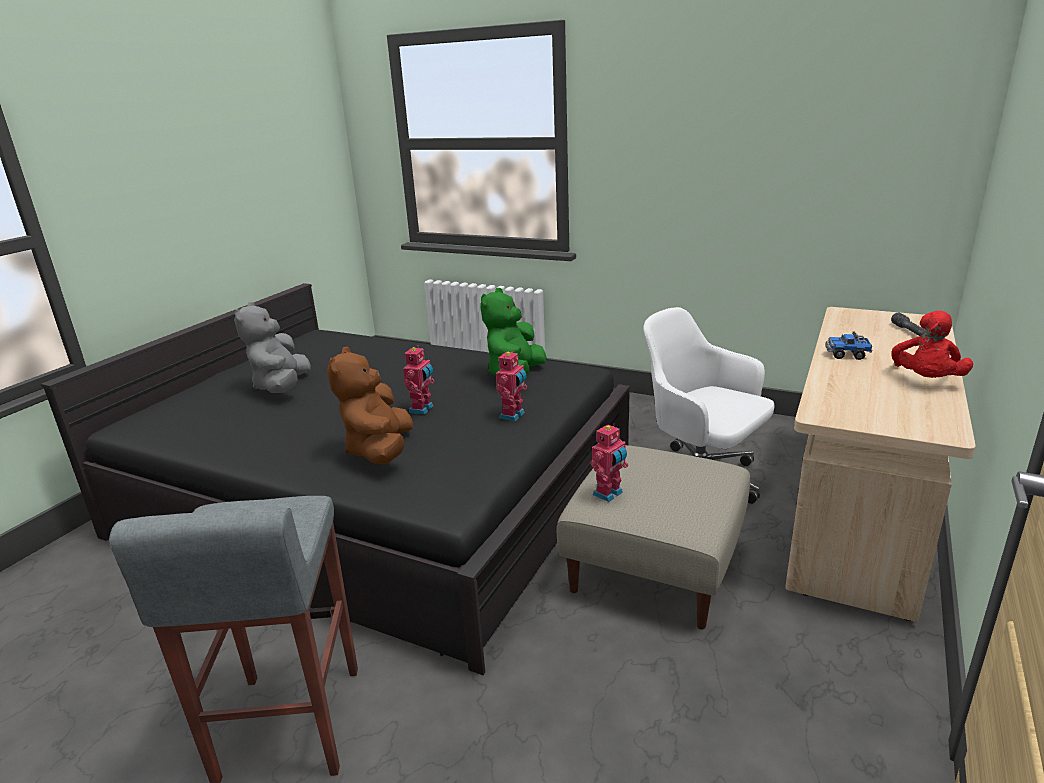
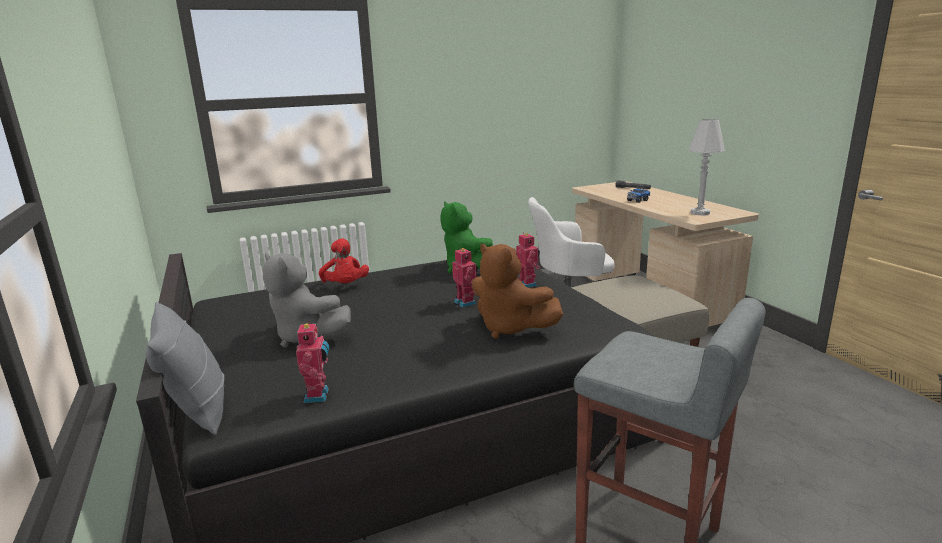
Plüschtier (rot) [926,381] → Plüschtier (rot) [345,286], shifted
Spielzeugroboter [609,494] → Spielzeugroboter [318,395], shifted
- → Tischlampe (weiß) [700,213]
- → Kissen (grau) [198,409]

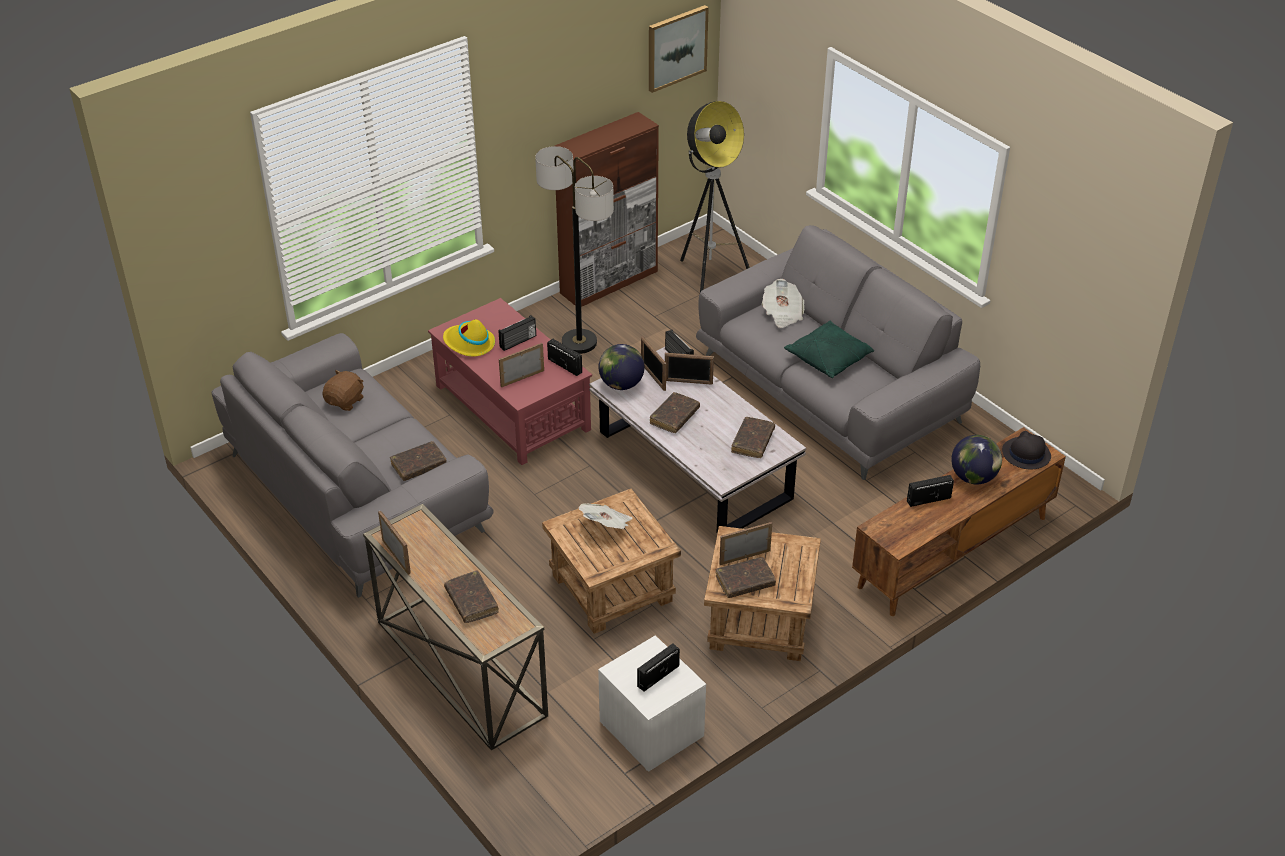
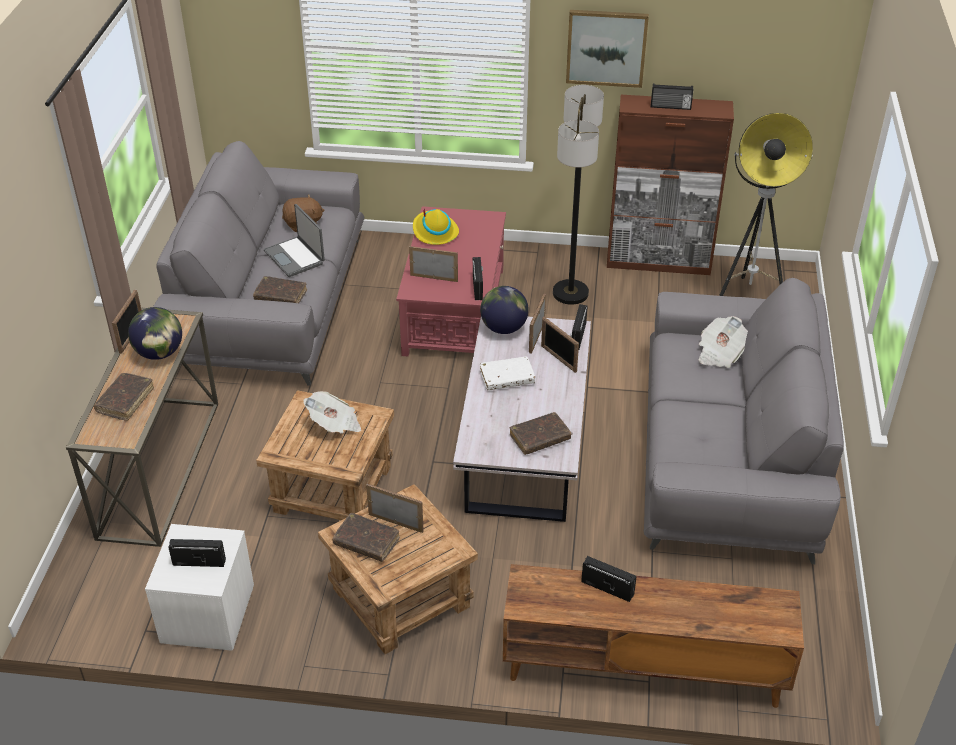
Bild [676,48] → Bild [606,47], shifted
Radio [518,342] → Radio [670,107], shifted
Kissen (grün) [829,358] → -
Buch (braun) [674,417] → Buch (weiß) [507,378]
Hut (schwarz) [1026,454] → -
Globus [973,477] → Globus [159,353], shifted
- → Laptop [295,257]

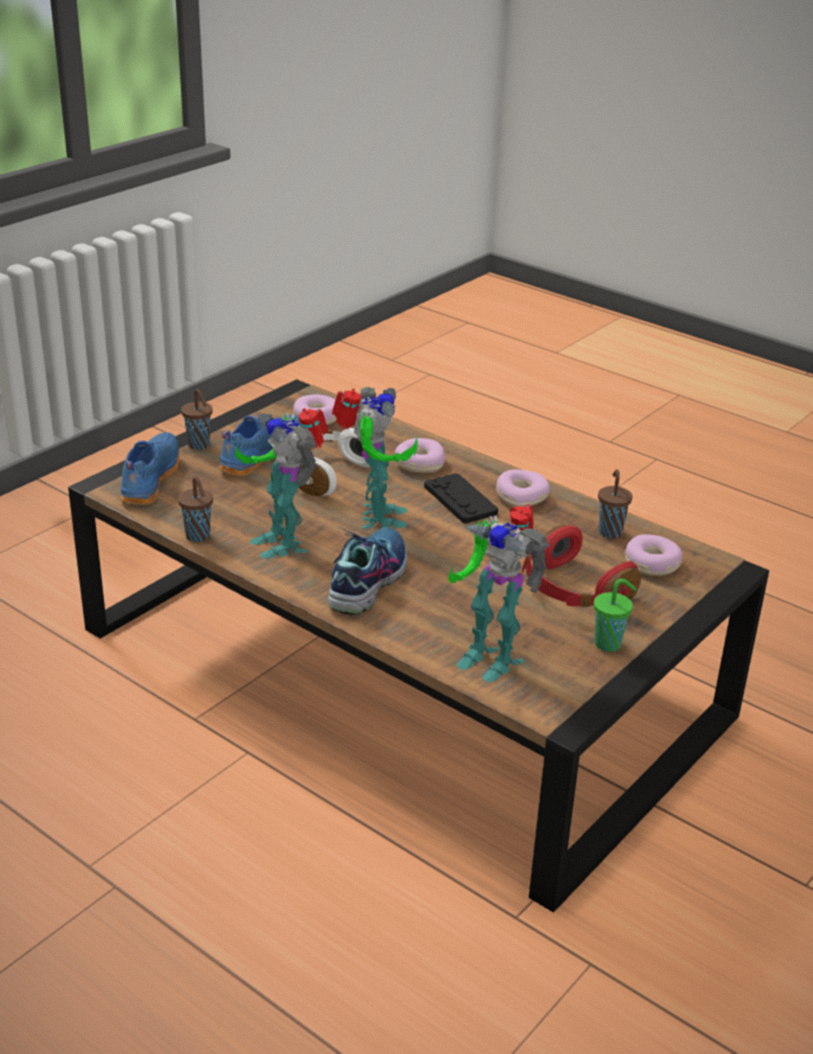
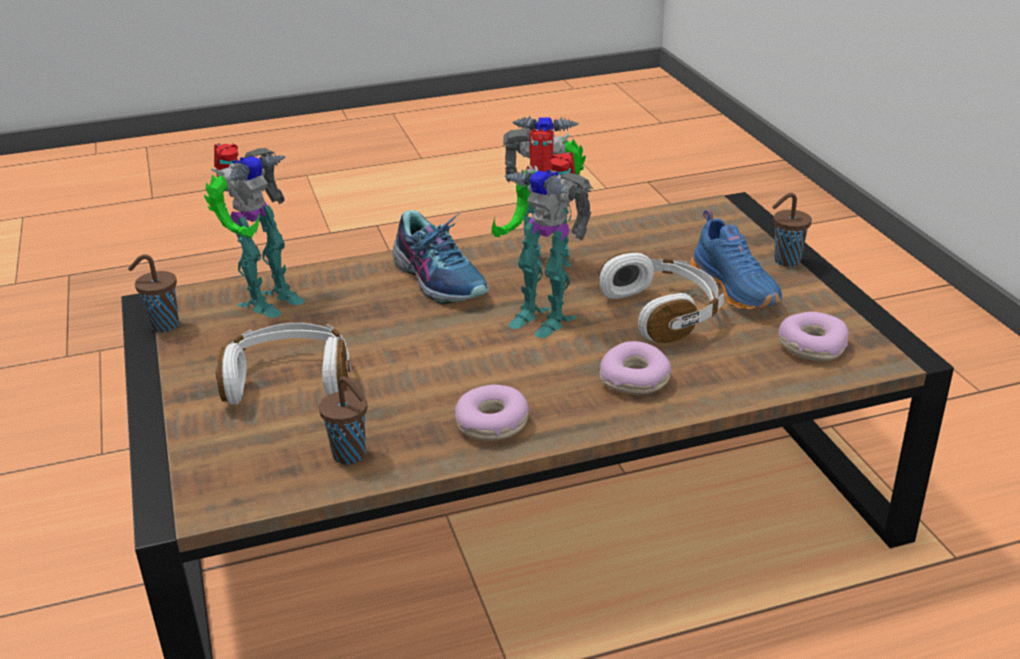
Schuh (blau) [148,480] → -
Gamepad (schwarz) [460,500] → -
Tasse (braun) [198,537] → Tasse (braun) [163,326], shifted
Spielzeugroboter [490,656] → Spielzeugroboter [265,299], 150 degrees clockwise
Kopfhörer (rot) [572,590] → Kopfhörer (weiß) [289,380]
Donut [652,564] → -
Tasse (grün) [609,644] → -

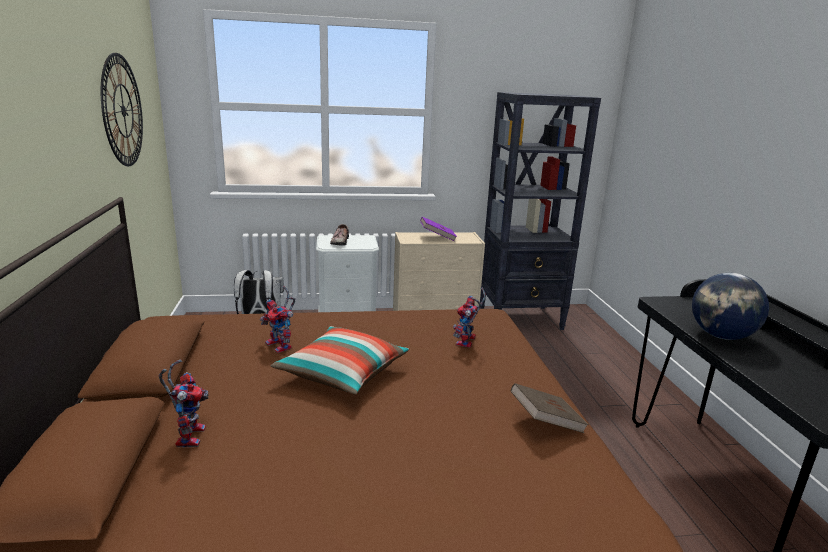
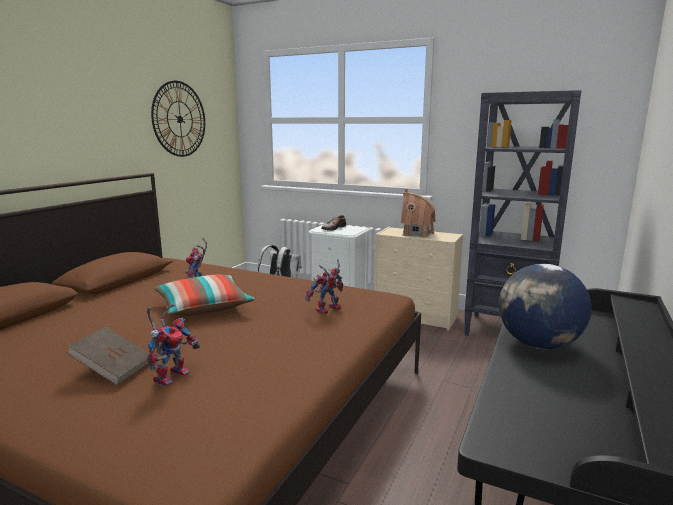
Buch (lila) [437,237] → Spielzeughaus [417,234]
Spielzeugroboter [188,434] → Spielzeugroboter [172,375], shifted
Buch (braun) [546,422] → Buch (braun) [113,369], shifted

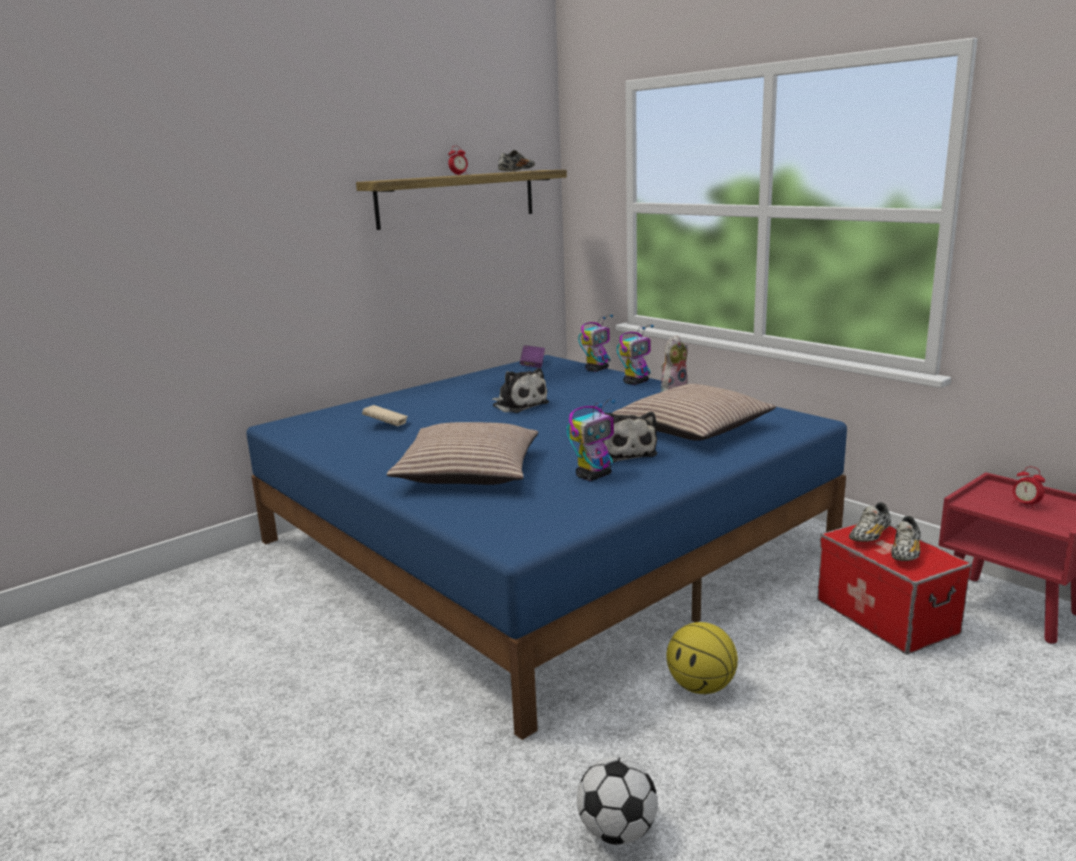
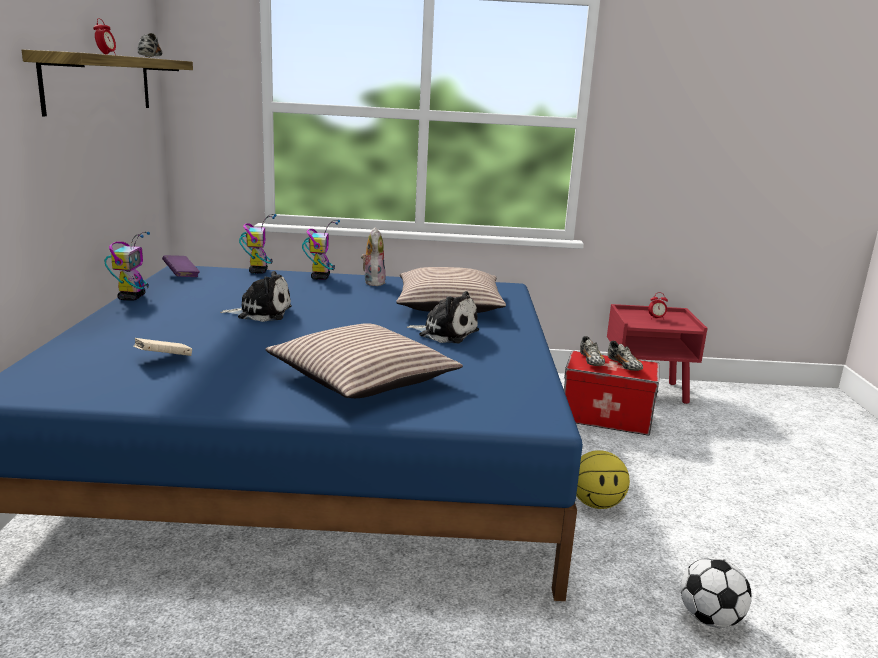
Spielzeugroboter [594,476] → Spielzeugroboter [132,297], shifted

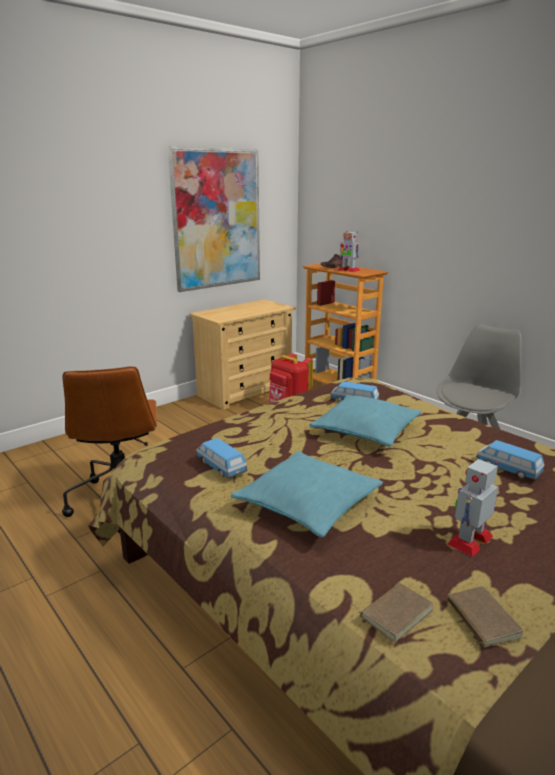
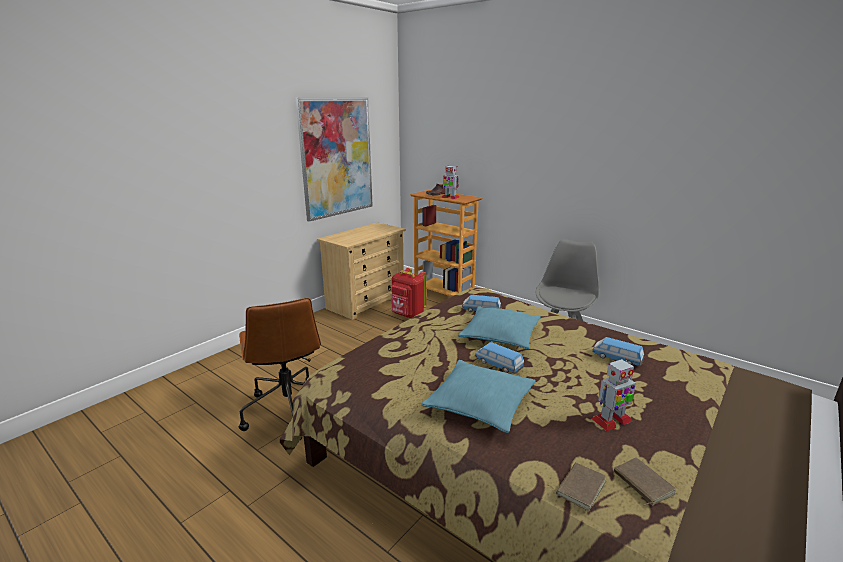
Spielzeugauto [221,466] → Spielzeugauto [498,364], shifted
Spielzeugroboter [470,540] → Spielzeugroboter [611,420], 150 degrees counterclockwise

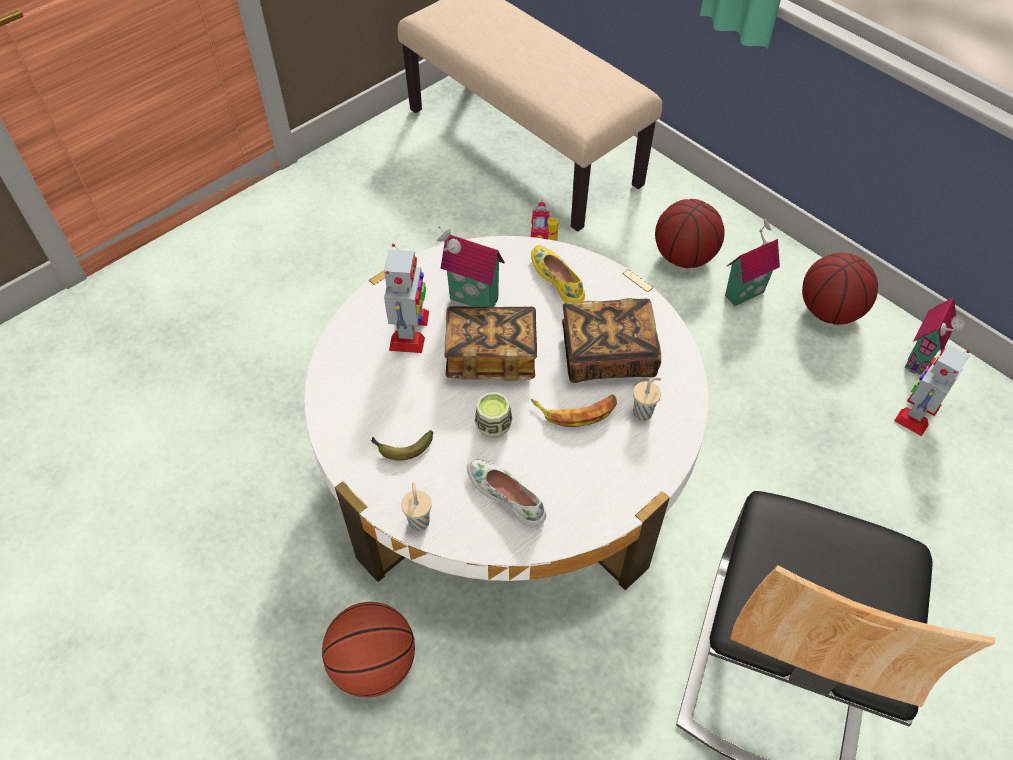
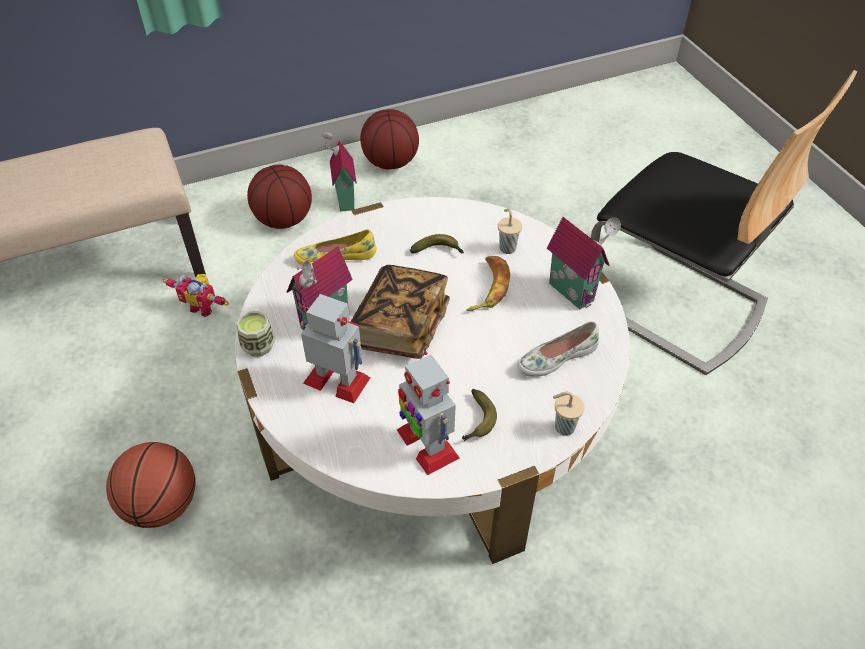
Spielzeughaus [921,359] → Spielzeughaus [574,290], shifted
Buch [607,355] → Banane [439,251]
Spielzeugroboter [917,412] → Spielzeugroboter [426,443], shifted
Tasse [493,426] → Tasse [258,346], shifted
Basketball [374,664] → Basketball [162,505], shifted

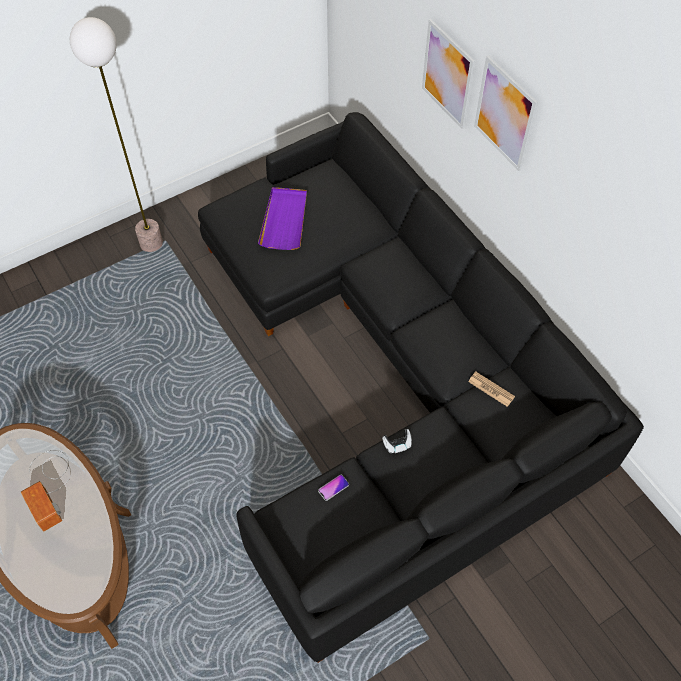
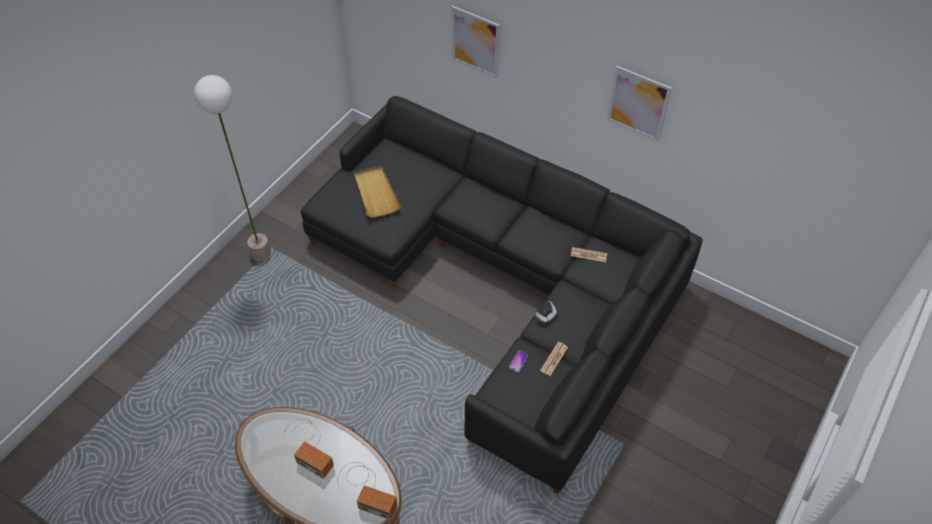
Bild [504,114] → Bild [638,103], shifted
Tablett (lila) [284,220] → Tablett (beige) [376,193]
- → Zeitung [554,359]
- → Radio [366,489]

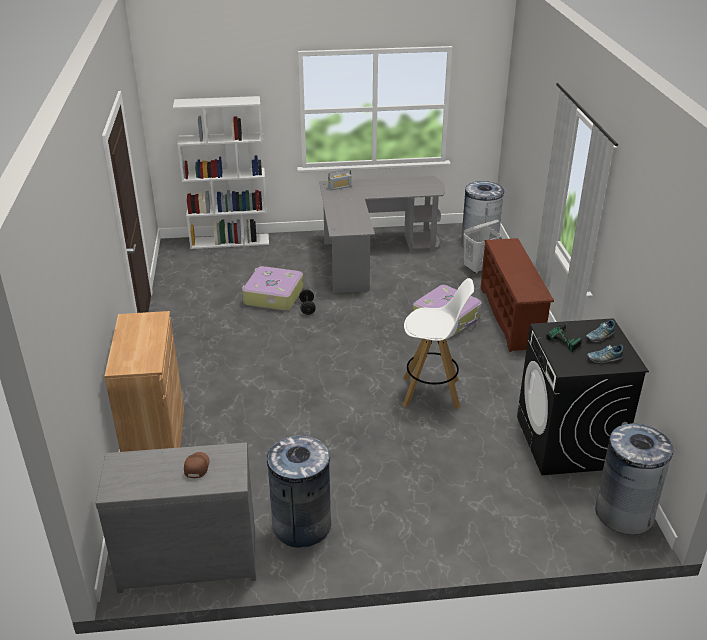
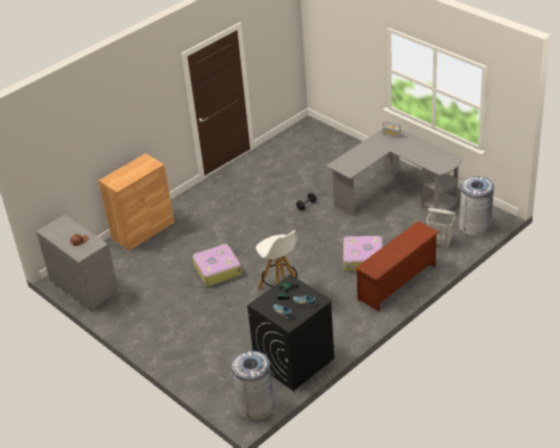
Bücherregal (weiß) [230,241] → -
Koffer [273,296] → Koffer [217,270], shifted
Mülleimer (grau) [301,525] → -

